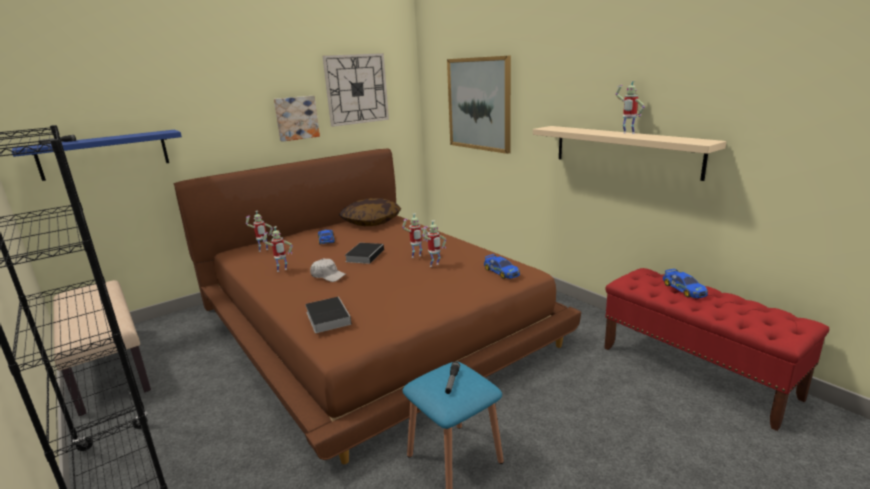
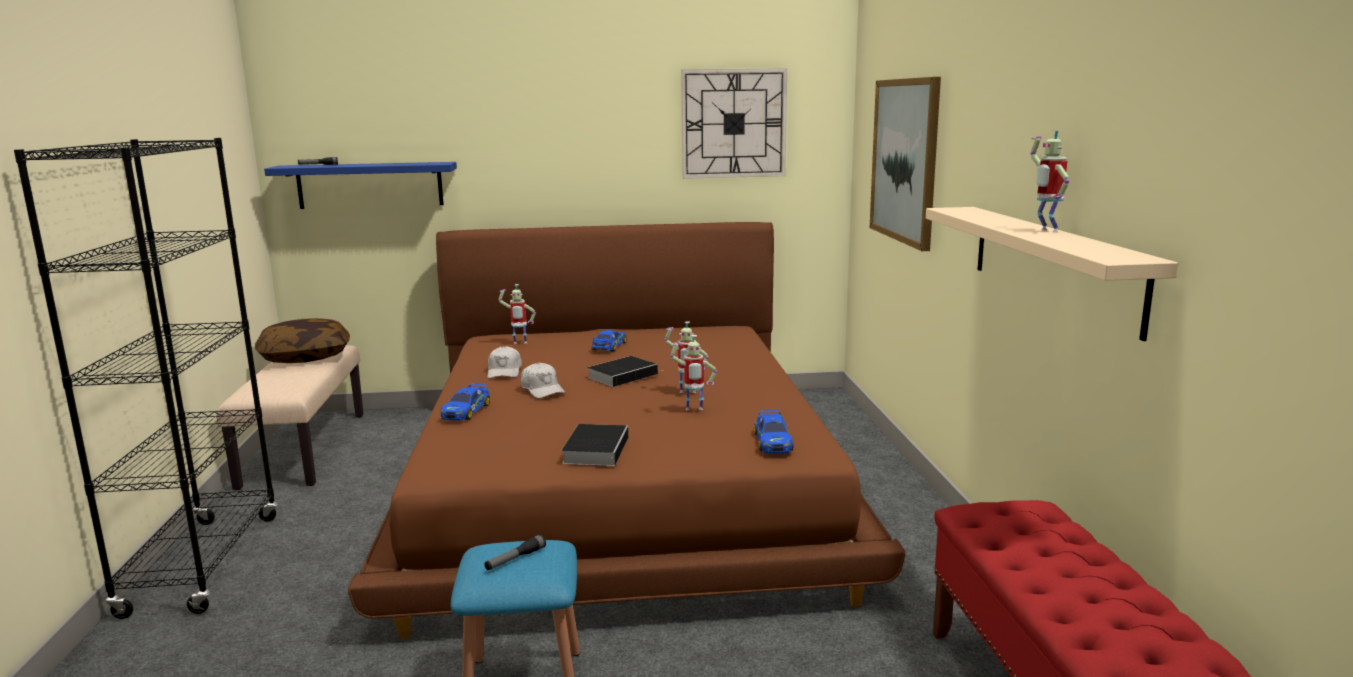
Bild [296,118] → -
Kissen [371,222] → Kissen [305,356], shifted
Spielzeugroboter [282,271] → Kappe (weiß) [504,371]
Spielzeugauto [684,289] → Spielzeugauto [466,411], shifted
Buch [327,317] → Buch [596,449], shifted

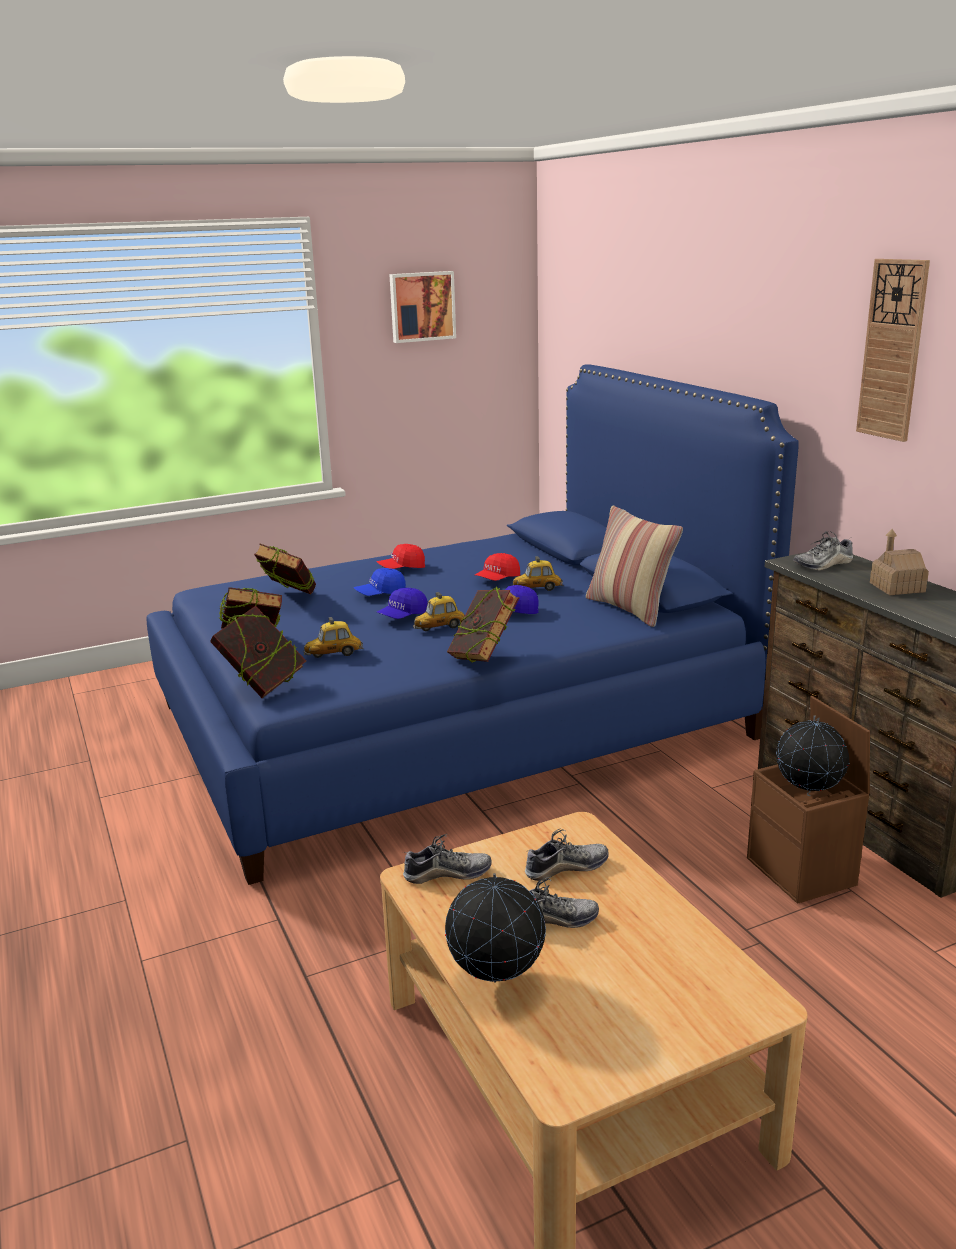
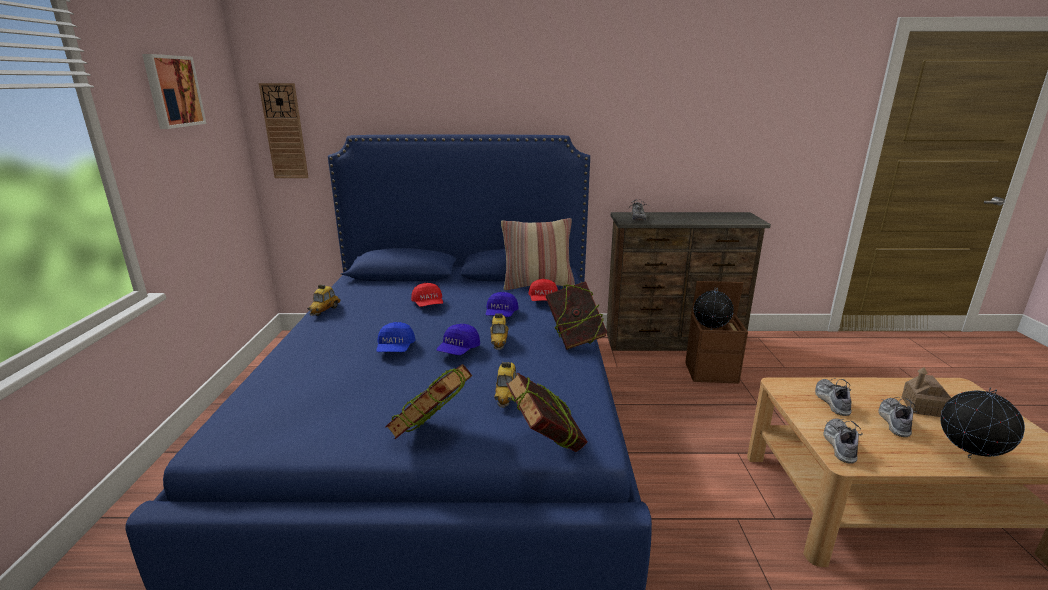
Wanduhr [892,350] → Wanduhr [284,131], shifted
Spielzeughaus [896,587] → Spielzeughaus [923,407], shifted
Buch [288,599] → -
Kappe (rot) [402,568] → Kappe (rot) [543,300], shifted
Spielzeugauto [537,589] → Spielzeugauto [325,311], shifted
Kappe (blau) [403,616] → Kappe (blau) [458,350], 45 degrees clockwise

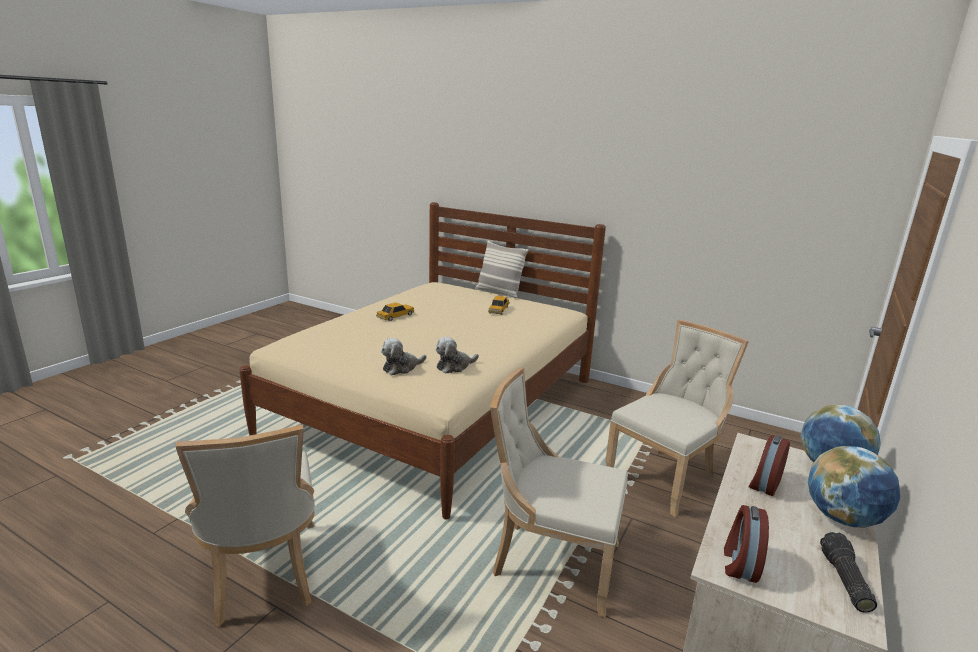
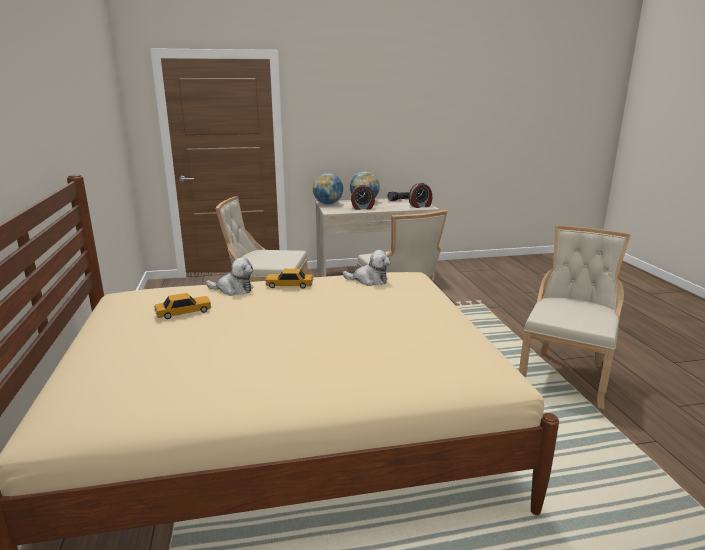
Kissen [499,292] → -
Spielzeugauto [395,316] → Spielzeugauto [289,285], shifted
Plüschtier [401,368] → Plüschtier [233,289], shifted

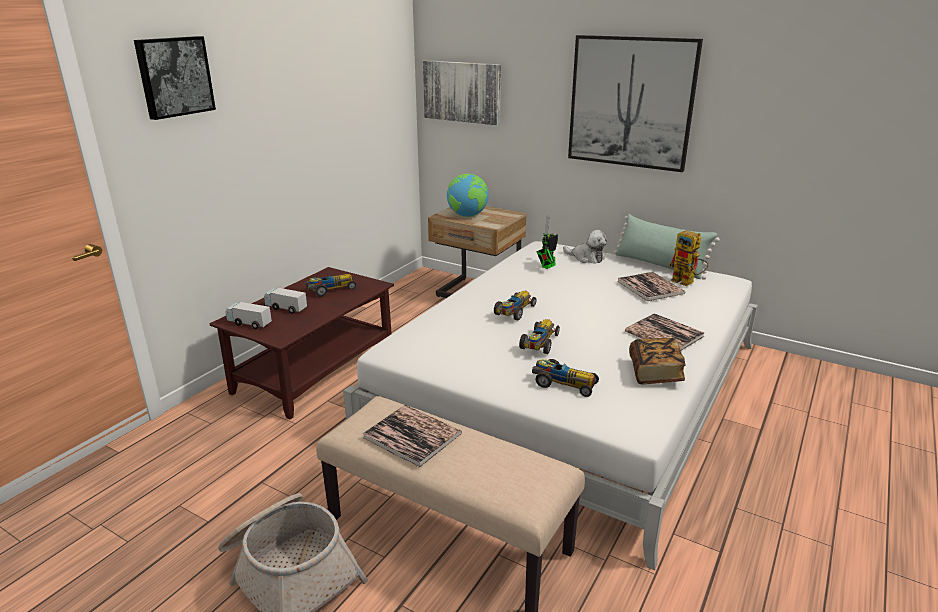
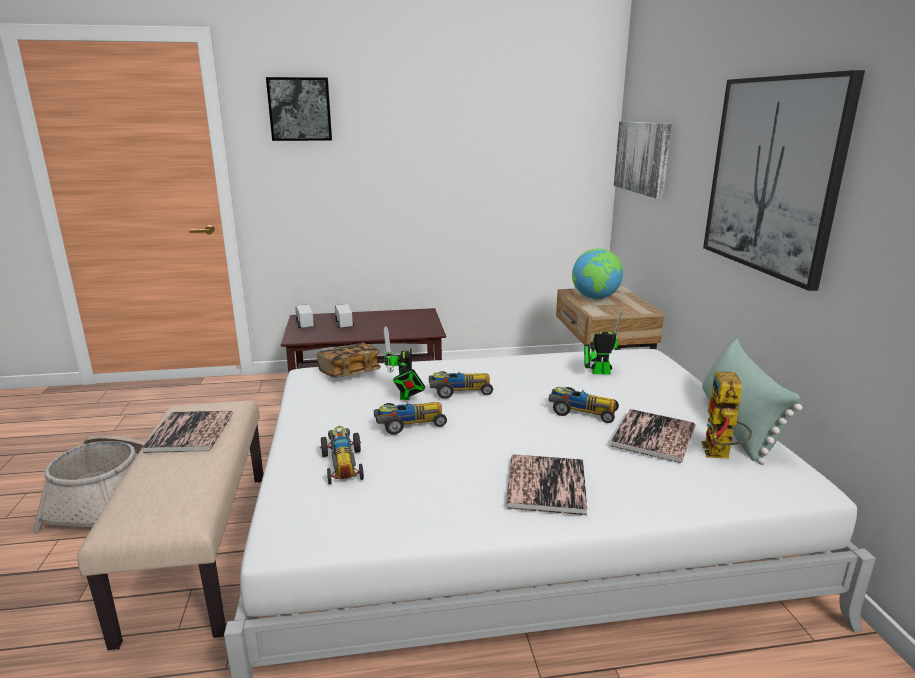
Plüschtier [586,258] → -
Spielzeugauto [330,290] → Spielzeugauto [581,411], shifted
Buch [655,373] → Buch [349,372], shifted
- → Spielzeugroboter [405,397]

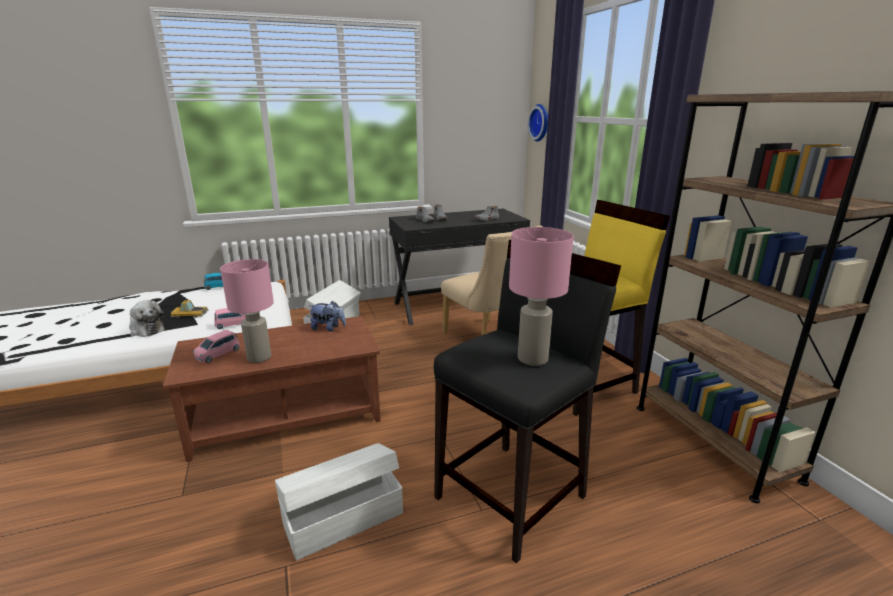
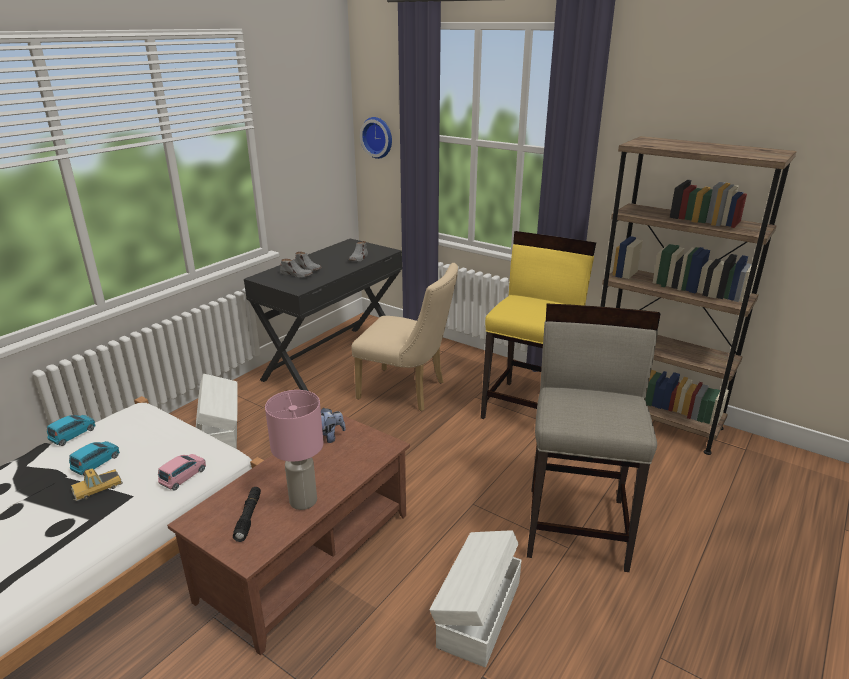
Tischlampe (rosa) [532,358] → -
Hocker (schwarz) [512,496] → Hocker (beige) [577,526]
Plüschtier [146,329] → -
Spielzeugauto (rosa) [218,354] → Taschenlampe (schwarz) [248,517]
- → Spielzeugauto (blau) [96,463]

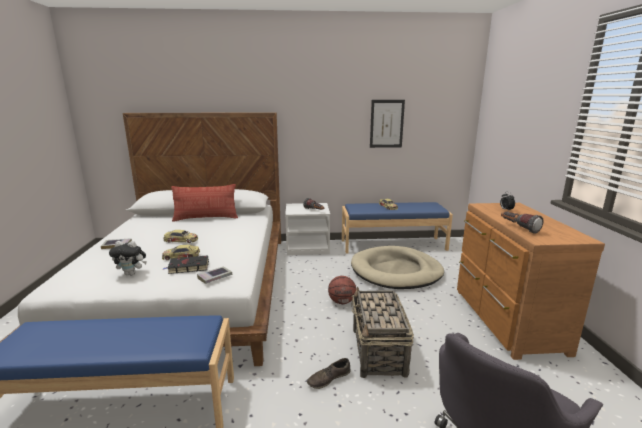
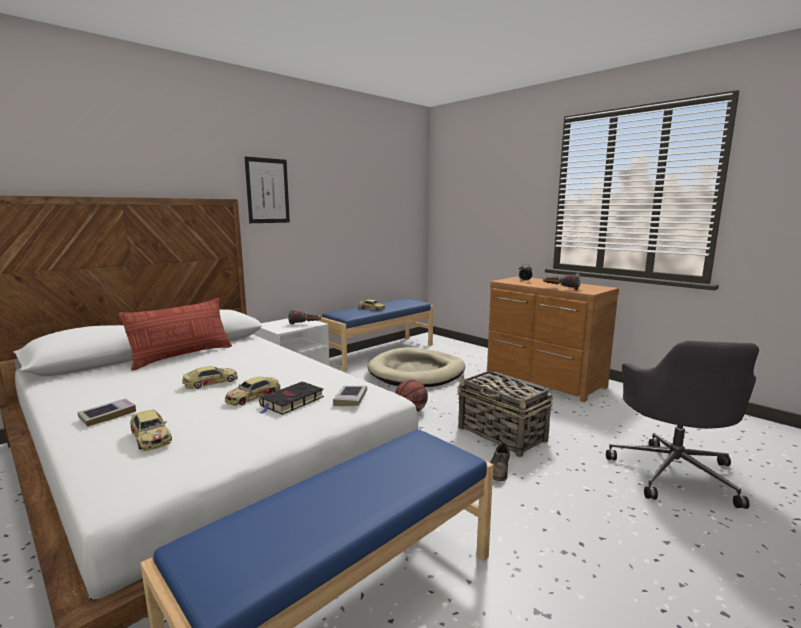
Bild [386,124] → Bild [267,191], shifted
Plüschtier [132,273] → -
- → Spielzeugauto [150,436]

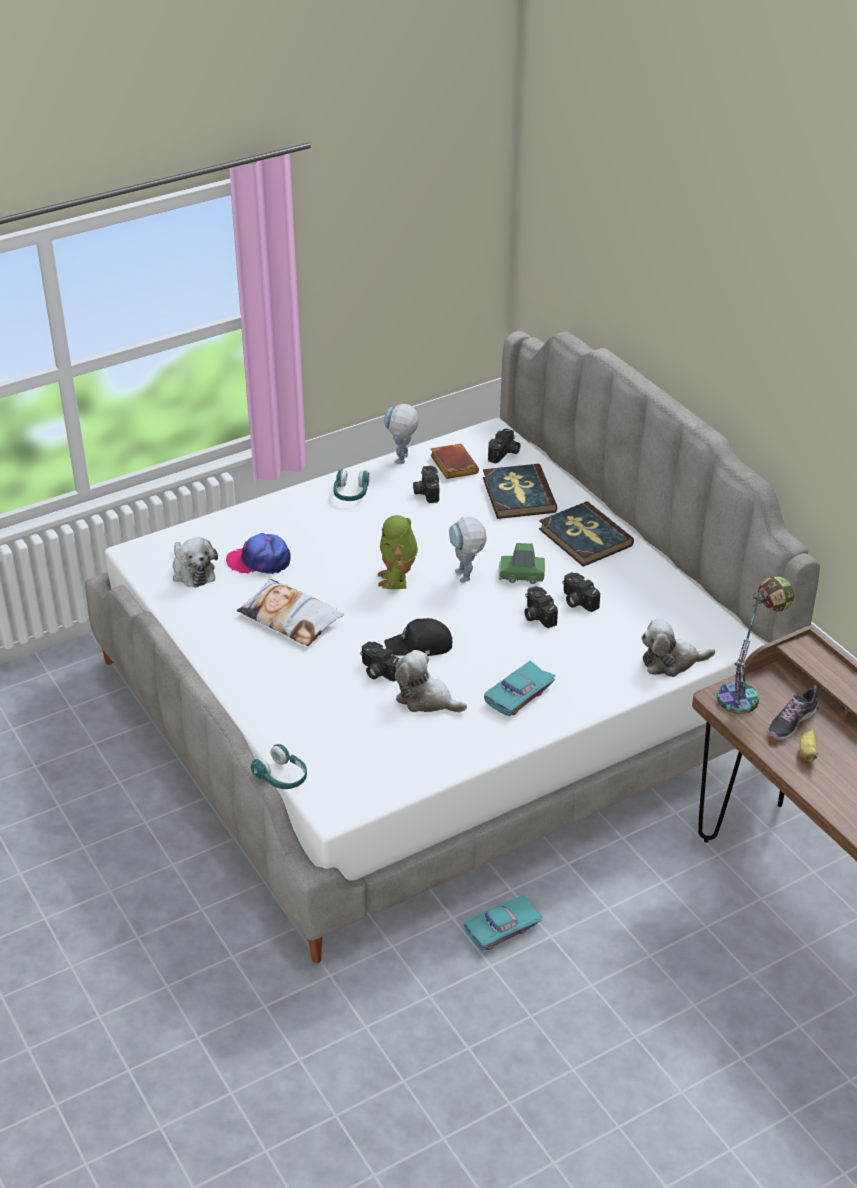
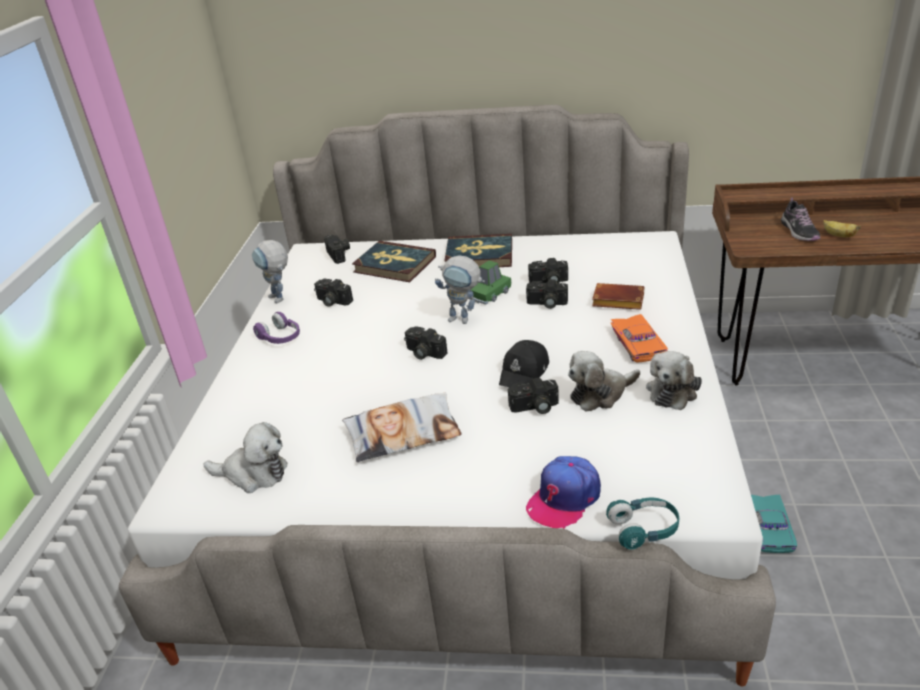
Buch (braun) [452,465] → Buch (braun) [616,301], shifted
Kopfhörer (türkis) [351,493] → Kopfhörer (lila) [280,337]
Spielzeugroboter [398,579] → Kamera [423,353]
Kappe [259,561] → Kappe [564,498], shifted
Tischlampe [746,694] → -
Plüschtier [671,662] → Plüschtier [673,390], shifted
Spielzeugauto (türkis) [520,696] → Spielzeugauto (orange) [640,344]

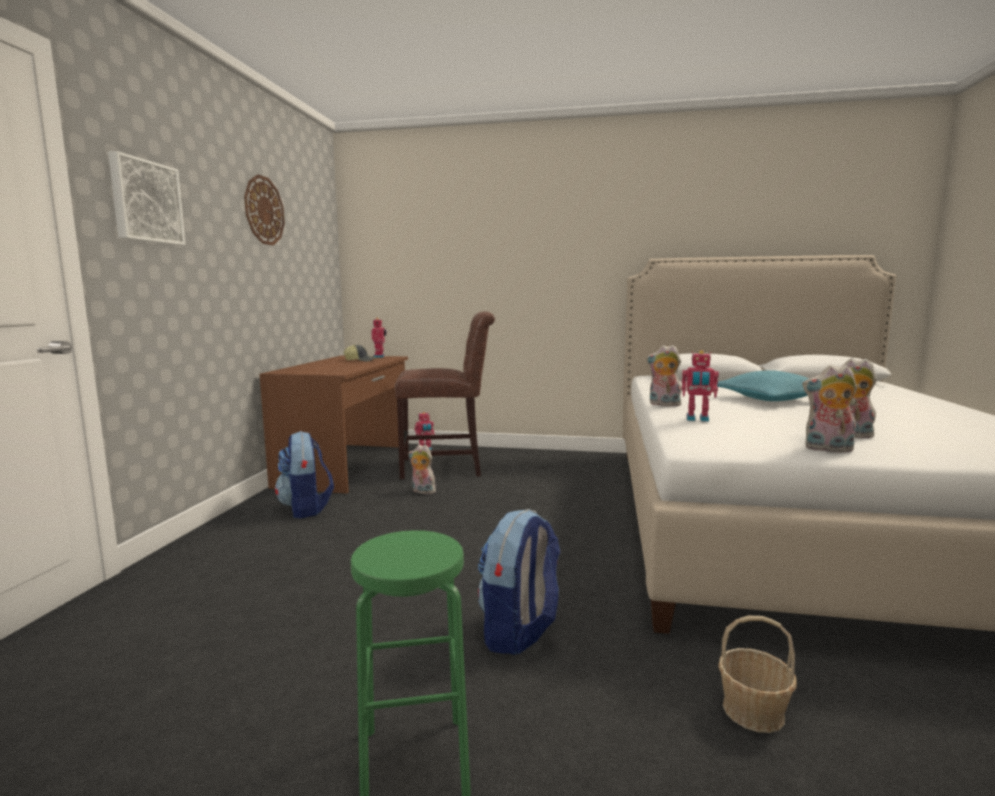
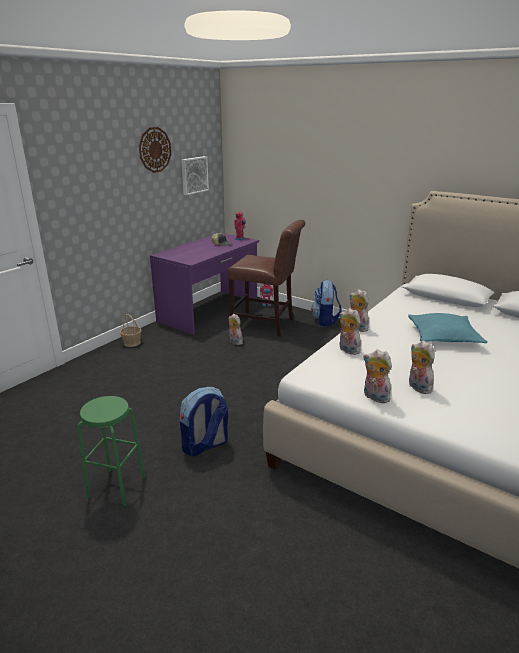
Bild [145,202] → Bild [194,175], shifted
Spielzeugroboter [697,419] → Plüschtier [347,350]
Schreibtisch (braun) [348,465] → Schreibtisch (lila) [210,311]
Rucksack [306,509] → Rucksack [325,321], shifted
Korb [753,711] → Korb [132,343], shifted

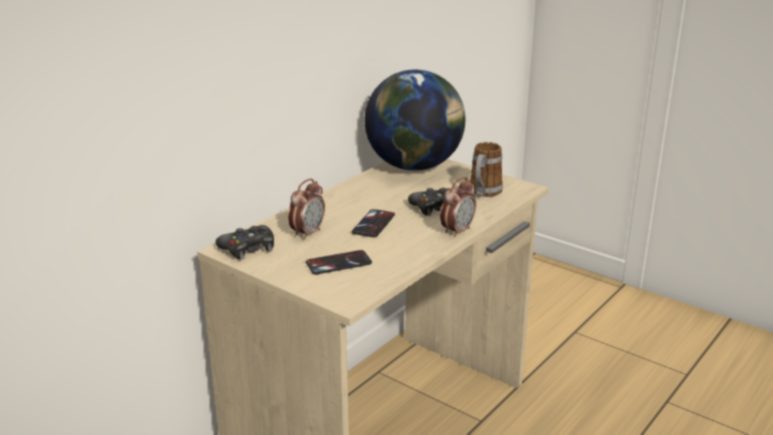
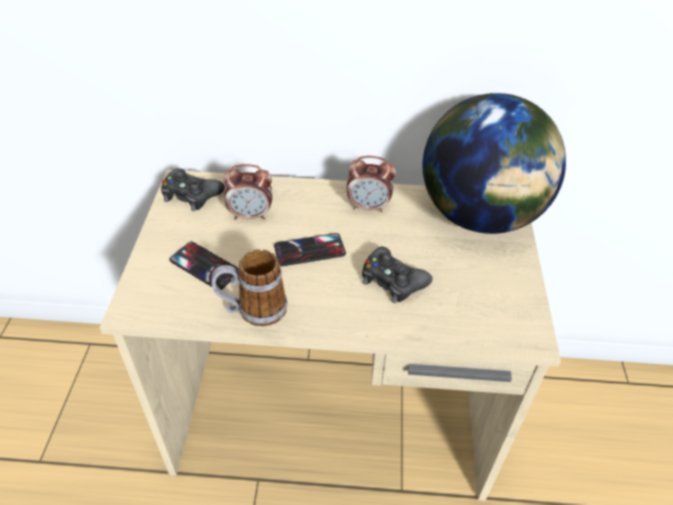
Henkelbecher [483,193] → Henkelbecher [252,310], shifted
Wecker [457,231] → Wecker [368,207], shifted

